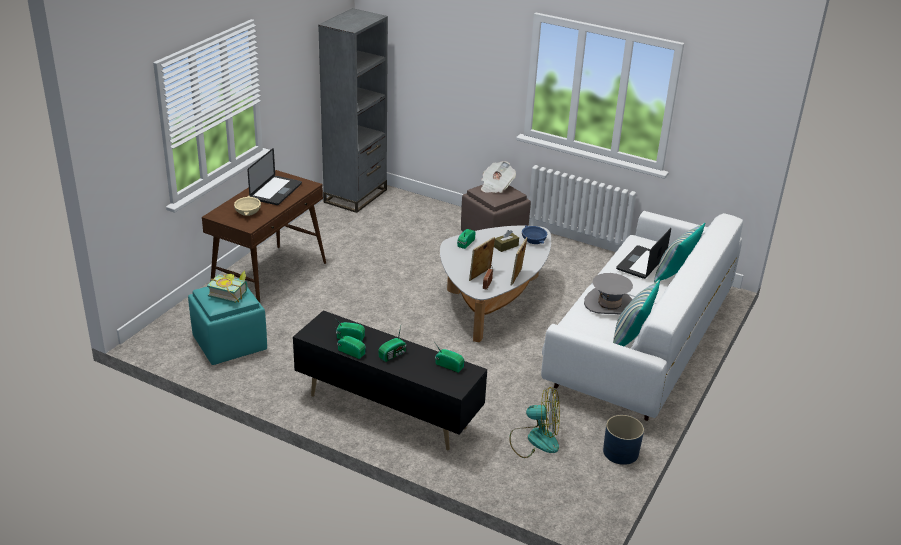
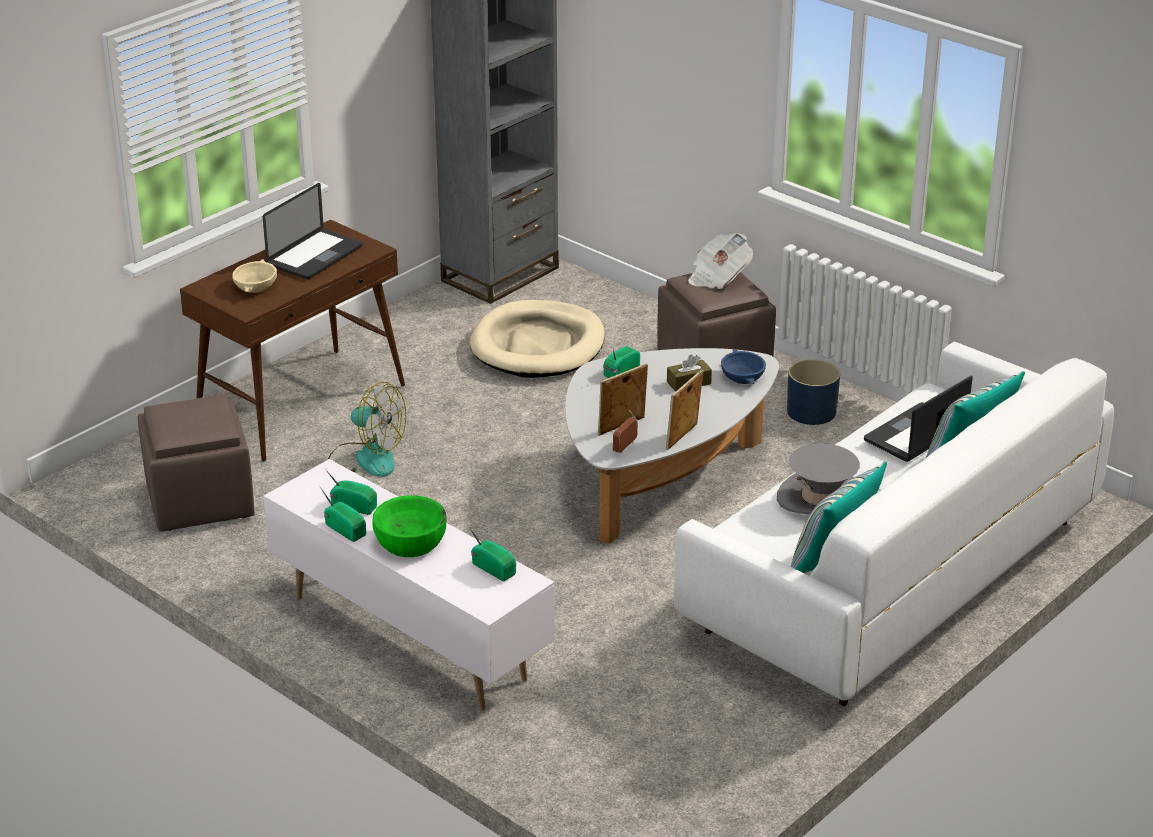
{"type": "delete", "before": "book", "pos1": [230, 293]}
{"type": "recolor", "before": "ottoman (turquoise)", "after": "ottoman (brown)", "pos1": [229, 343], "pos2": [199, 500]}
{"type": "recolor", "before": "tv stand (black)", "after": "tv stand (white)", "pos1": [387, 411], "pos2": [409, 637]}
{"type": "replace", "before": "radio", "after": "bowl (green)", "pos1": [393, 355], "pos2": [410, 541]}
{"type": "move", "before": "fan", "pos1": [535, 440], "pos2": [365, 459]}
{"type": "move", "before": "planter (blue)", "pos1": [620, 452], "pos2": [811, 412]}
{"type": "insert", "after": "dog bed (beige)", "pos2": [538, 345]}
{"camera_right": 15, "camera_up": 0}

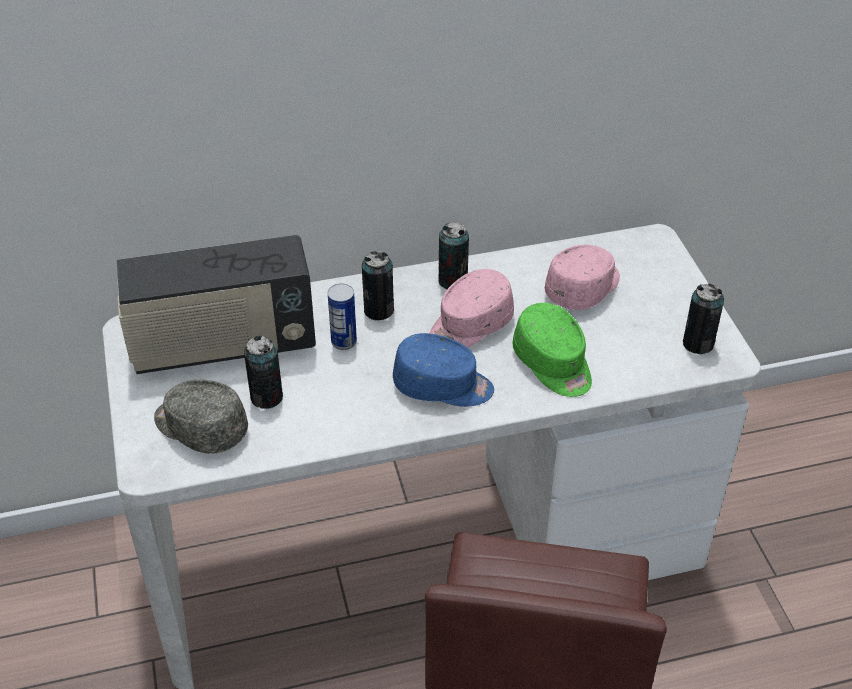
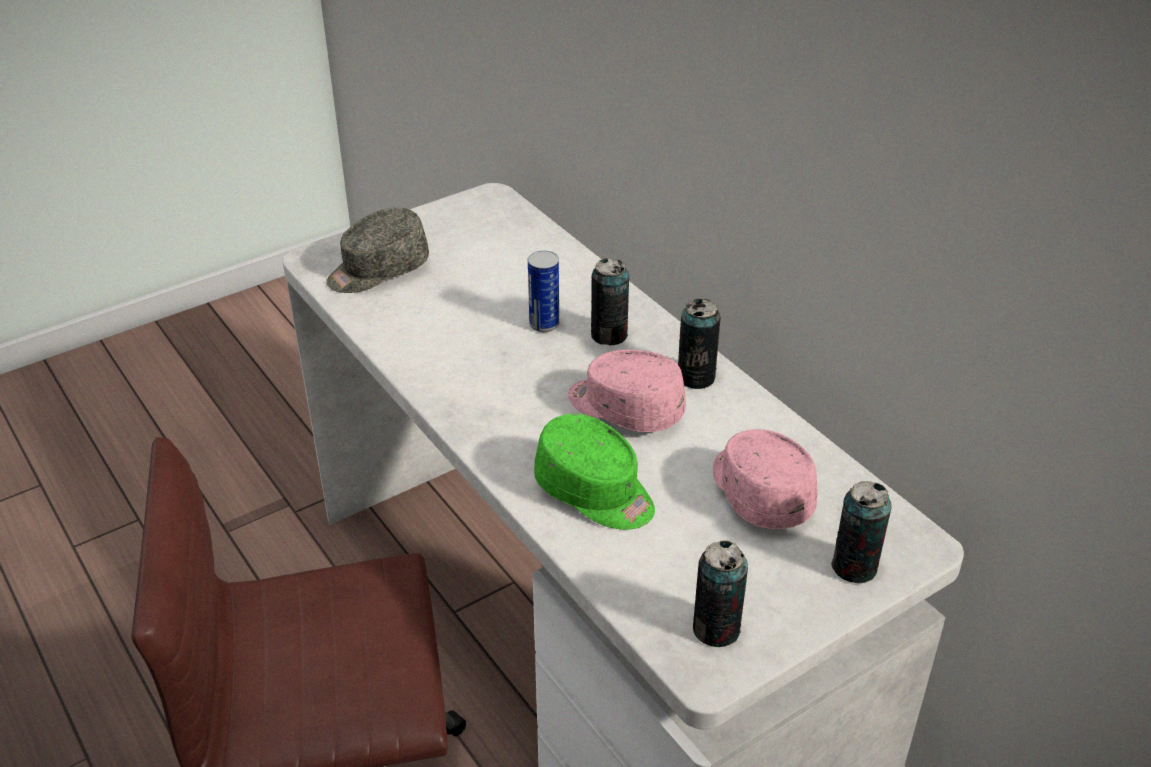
{"type": "delete", "before": "radio", "pos1": [223, 346]}
{"type": "rotate", "before": "cap (pink)", "pos1": [584, 288], "pos2": [759, 492], "turn": -135}
{"type": "rotate", "before": "cap (green)", "pos1": [553, 364], "pos2": [595, 492], "turn": -90}
{"type": "delete", "before": "cap (blue)", "pos1": [443, 386]}
{"type": "move", "before": "can", "pos1": [266, 397], "pos2": [854, 567]}
{"type": "rotate", "before": "cap (grey)", "pos1": [200, 427], "pos2": [377, 270], "turn": -135}
{"camera_right": 70, "camera_up": -5}

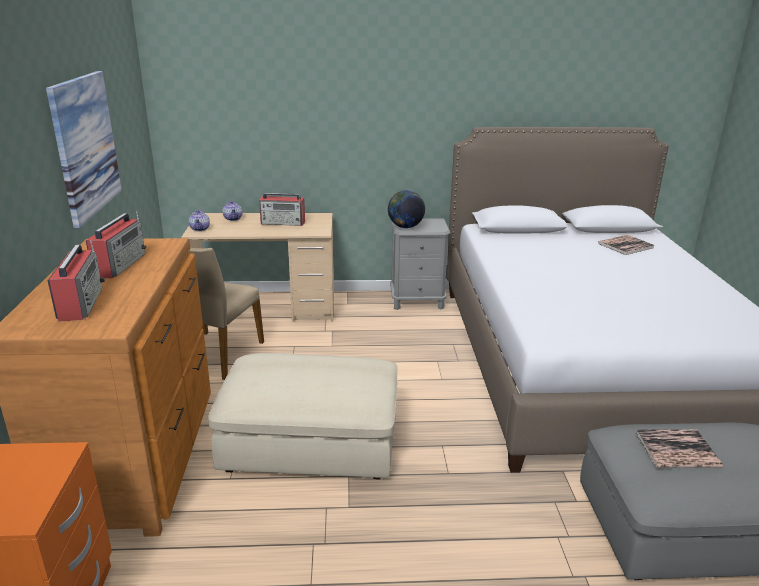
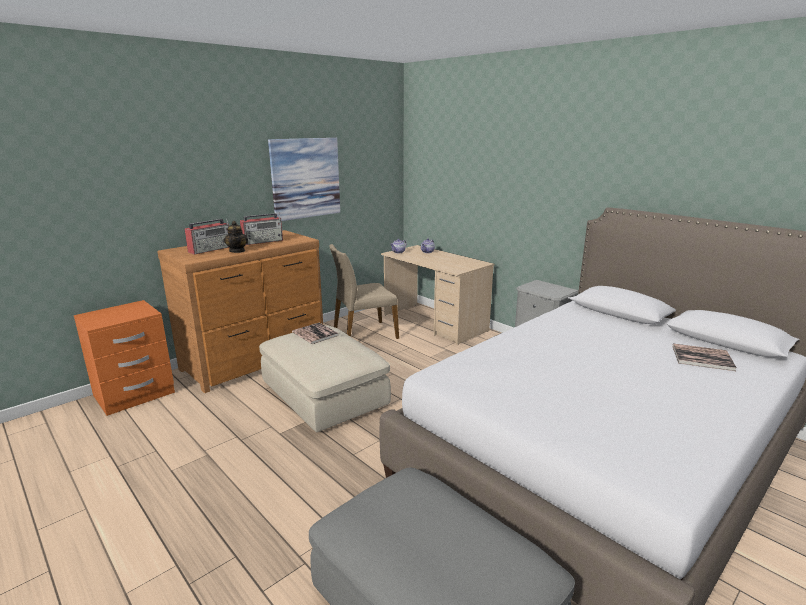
{"type": "delete", "before": "globe", "pos1": [405, 227]}
{"type": "delete", "before": "radio", "pos1": [283, 223]}
{"type": "move", "before": "book", "pos1": [677, 450], "pos2": [315, 334]}
{"type": "insert", "after": "teapot", "pos2": [237, 251]}
{"camera_right": 50, "camera_up": -5}

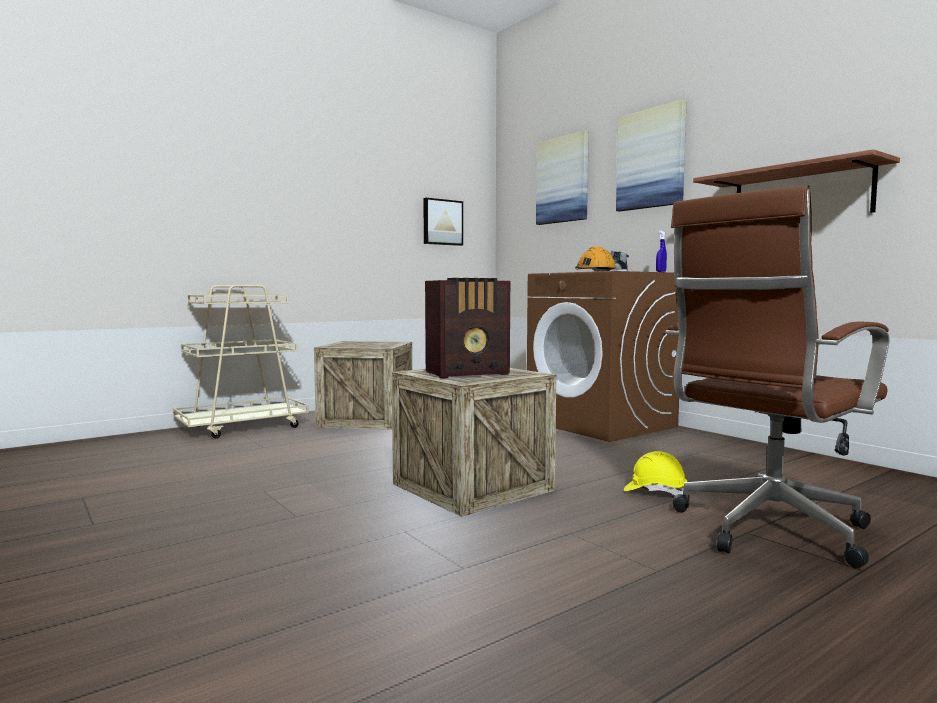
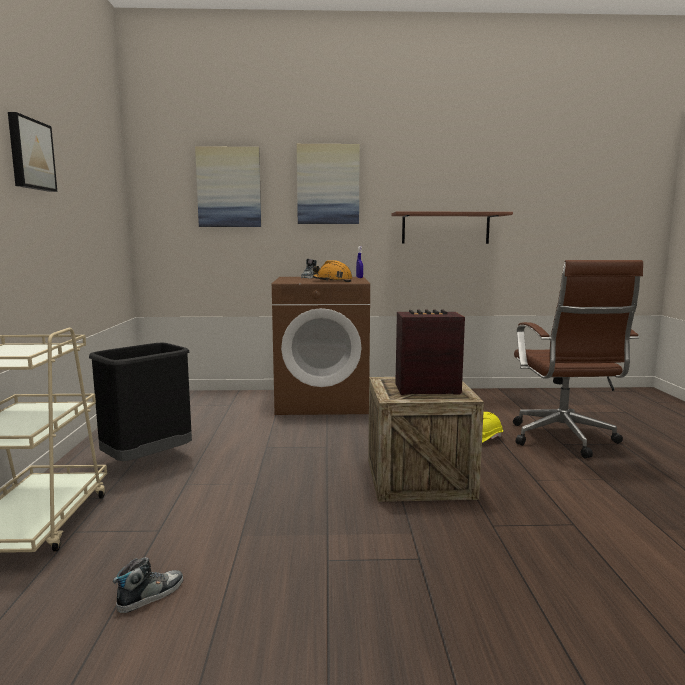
{"type": "move", "before": "picture", "pos1": [442, 222], "pos2": [30, 154]}
{"type": "rotate", "before": "radio", "pos1": [469, 373], "pos2": [425, 389], "turn": -105}
{"type": "replace", "before": "crate", "after": "trash can (black)", "pos1": [366, 420], "pos2": [147, 460]}
{"type": "insert", "after": "shoe", "pos2": [151, 595]}
{"camera_right": -55, "camera_up": 5}

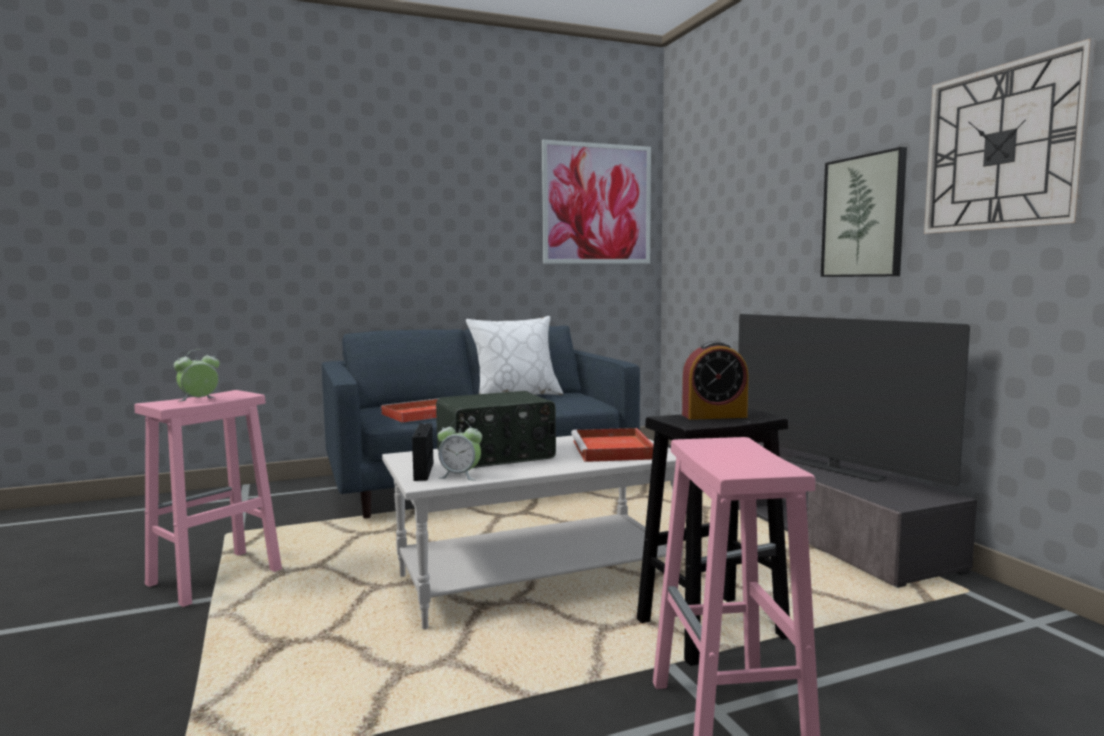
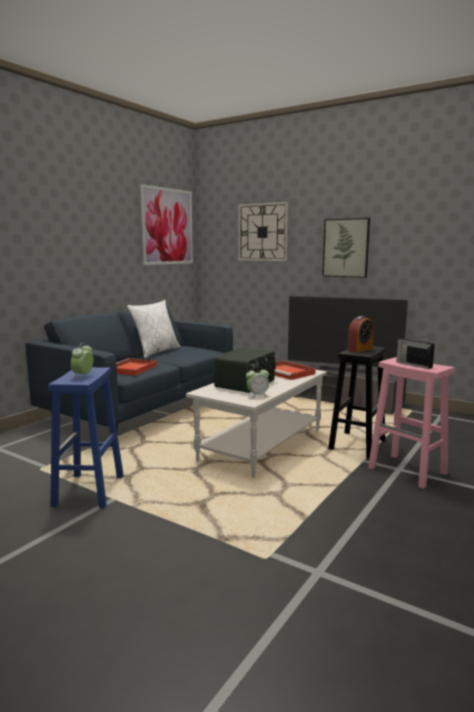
{"type": "move", "before": "wall clock", "pos1": [1002, 148], "pos2": [262, 232]}
{"type": "recolor", "before": "stool (pink)", "after": "stool (blue)", "pos1": [213, 578], "pos2": [89, 491]}
{"type": "move", "before": "radio", "pos1": [424, 471], "pos2": [413, 364]}
{"camera_right": -35, "camera_up": 5}

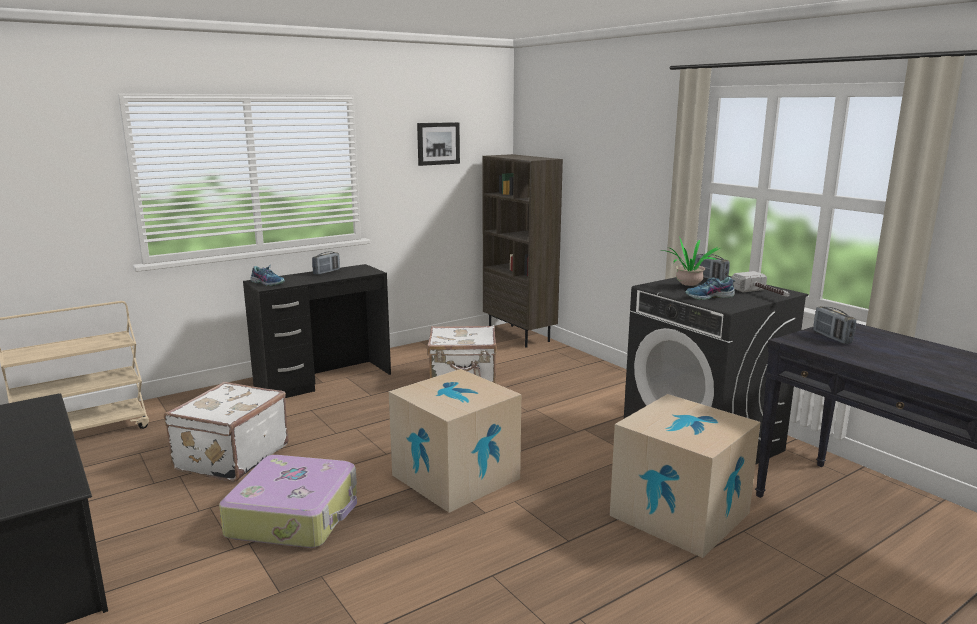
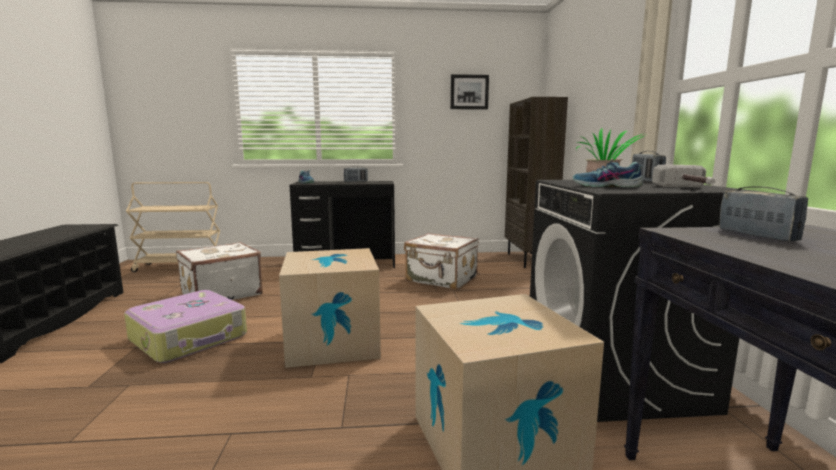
{"type": "rotate", "before": "radio", "pos1": [832, 337], "pos2": [757, 235], "turn": 150}
{"camera_right": 30, "camera_up": -5}

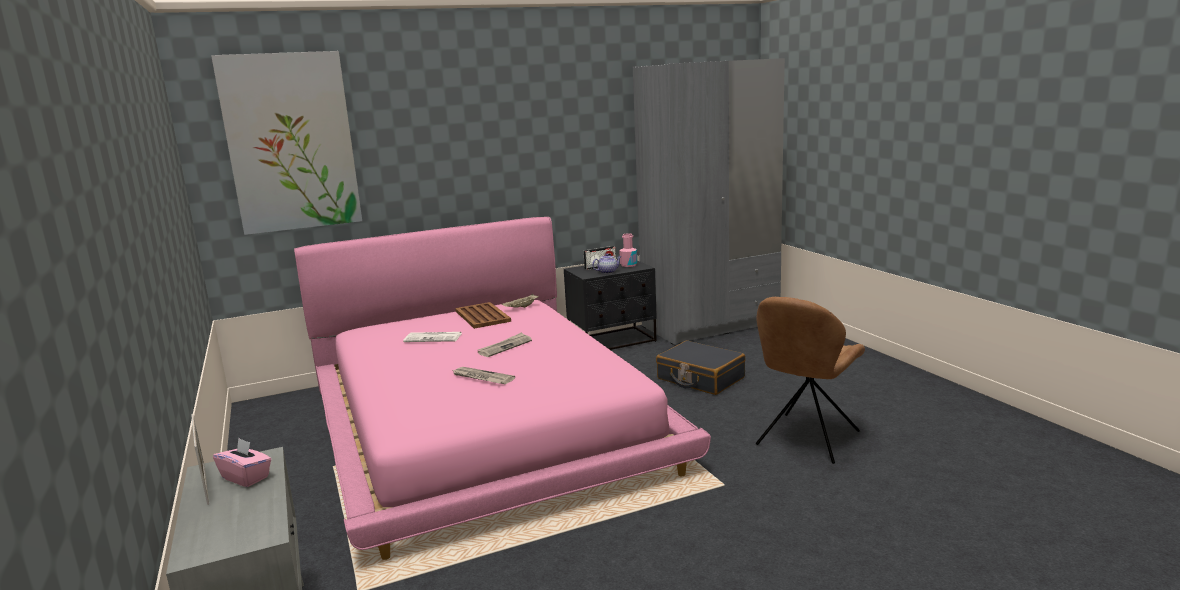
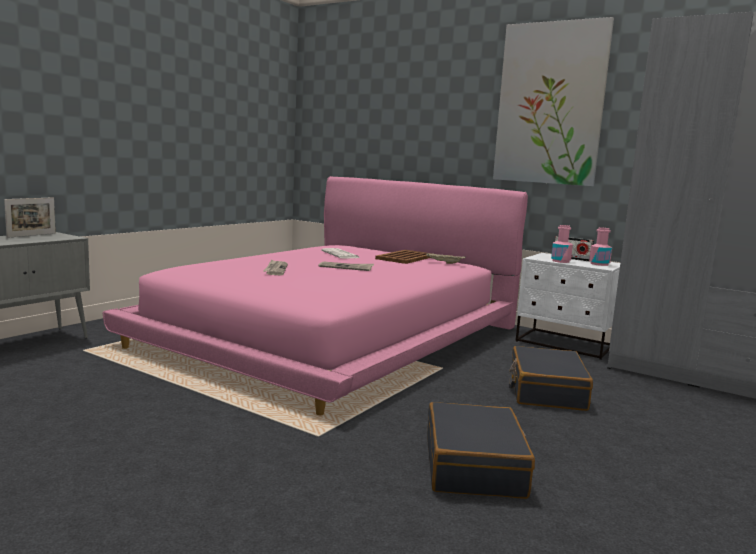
{"type": "move", "before": "picture", "pos1": [291, 142], "pos2": [550, 104]}
{"type": "replace", "before": "teapot", "after": "bottle (pink)", "pos1": [607, 272], "pos2": [560, 261]}
{"type": "recolor", "before": "nightstand (black)", "after": "nightstand (white)", "pos1": [613, 341], "pos2": [565, 344]}
{"type": "replace", "before": "chair (brown)", "after": "suitcase (black)", "pos1": [806, 440], "pos2": [474, 466]}
{"type": "delete", "before": "tissue box (pink)", "pos1": [246, 477]}
{"camera_right": 55, "camera_up": -5}

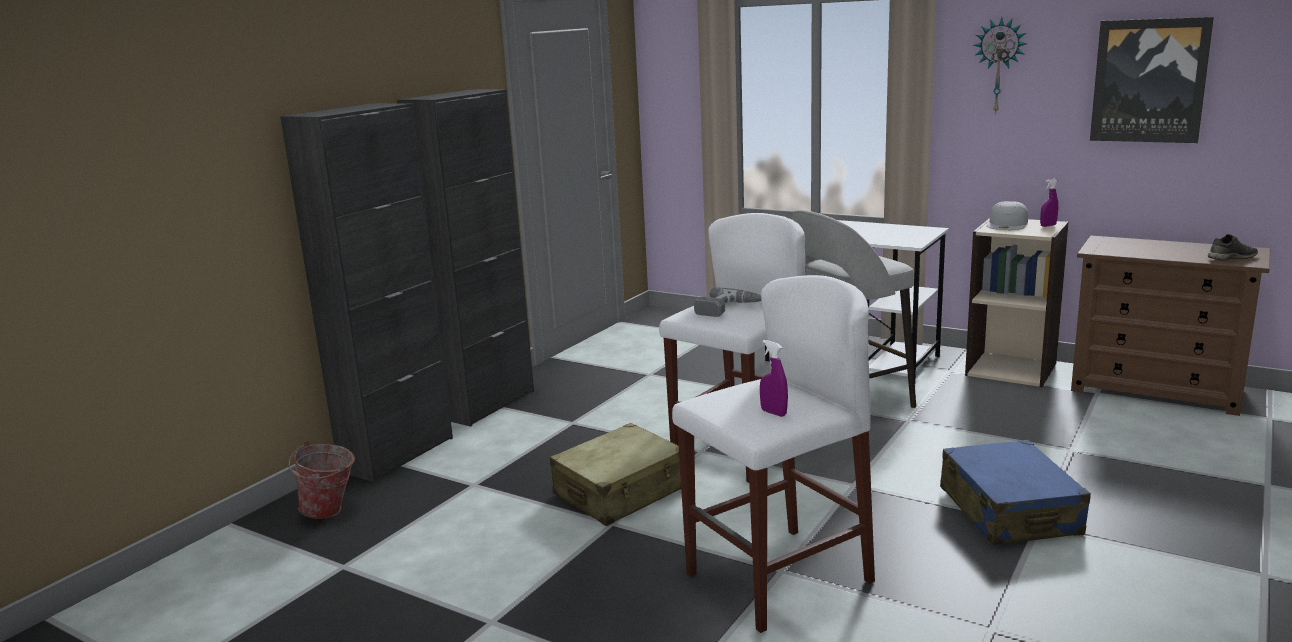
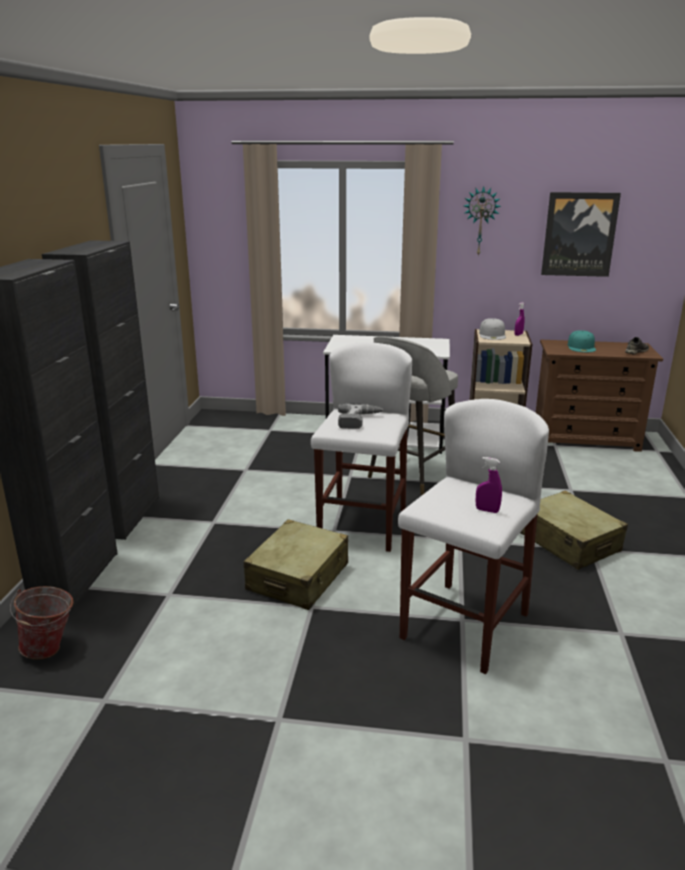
{"type": "recolor", "before": "suitcase (blue)", "after": "suitcase (beige)", "pos1": [1009, 511], "pos2": [568, 542]}
{"type": "insert", "after": "cap (turquoise)", "pos2": [581, 347]}
{"camera_right": -25, "camera_up": 5}

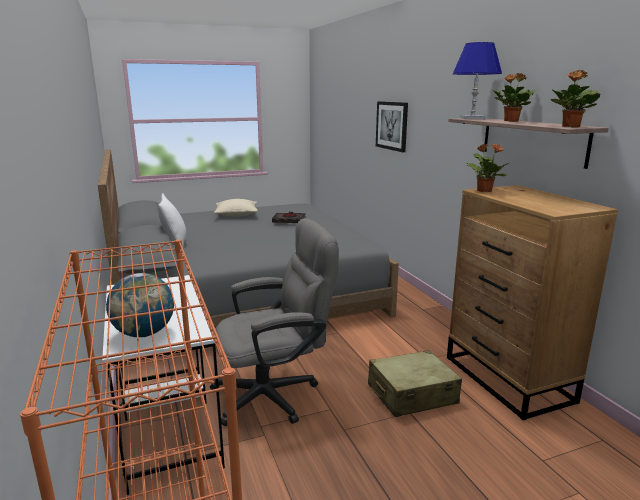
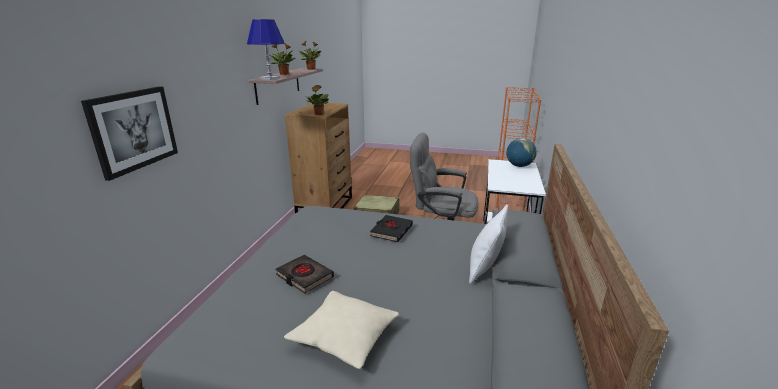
{"type": "insert", "after": "book (black)", "pos2": [391, 231]}
{"camera_right": -145, "camera_up": 5}

